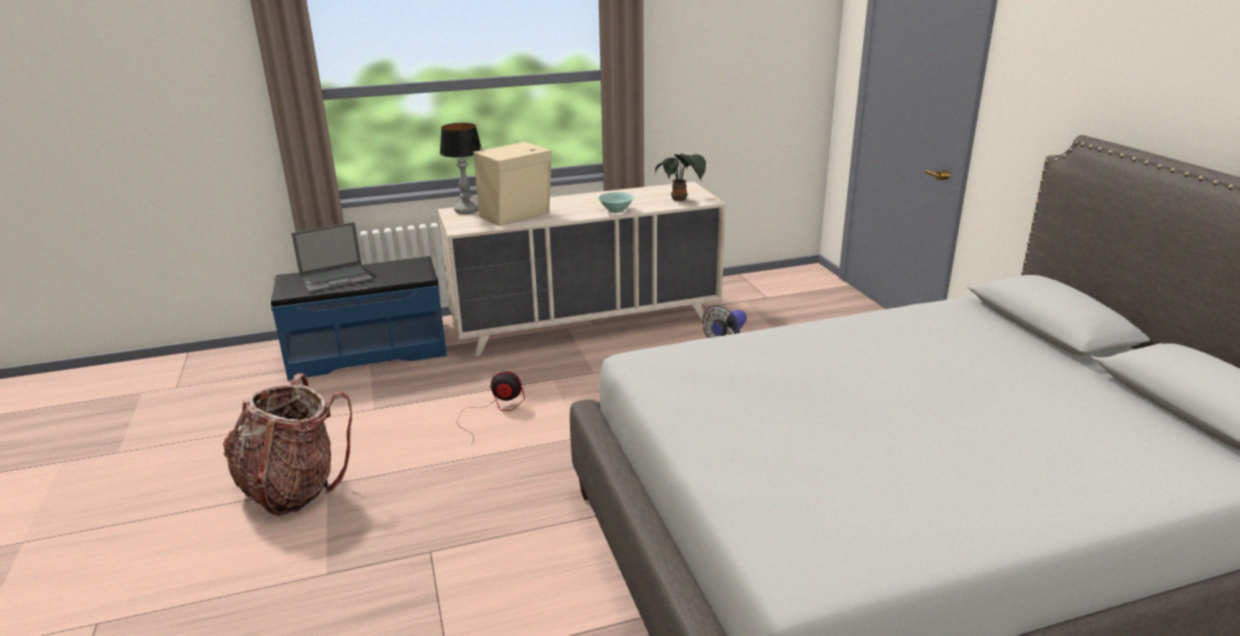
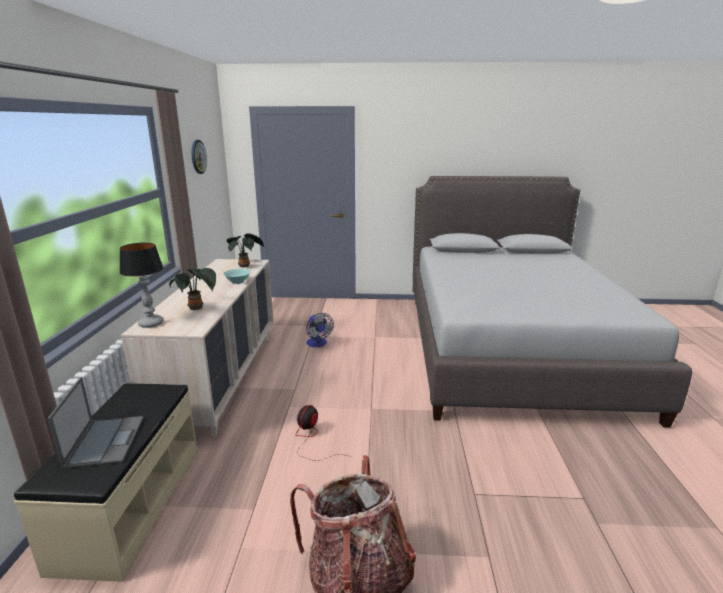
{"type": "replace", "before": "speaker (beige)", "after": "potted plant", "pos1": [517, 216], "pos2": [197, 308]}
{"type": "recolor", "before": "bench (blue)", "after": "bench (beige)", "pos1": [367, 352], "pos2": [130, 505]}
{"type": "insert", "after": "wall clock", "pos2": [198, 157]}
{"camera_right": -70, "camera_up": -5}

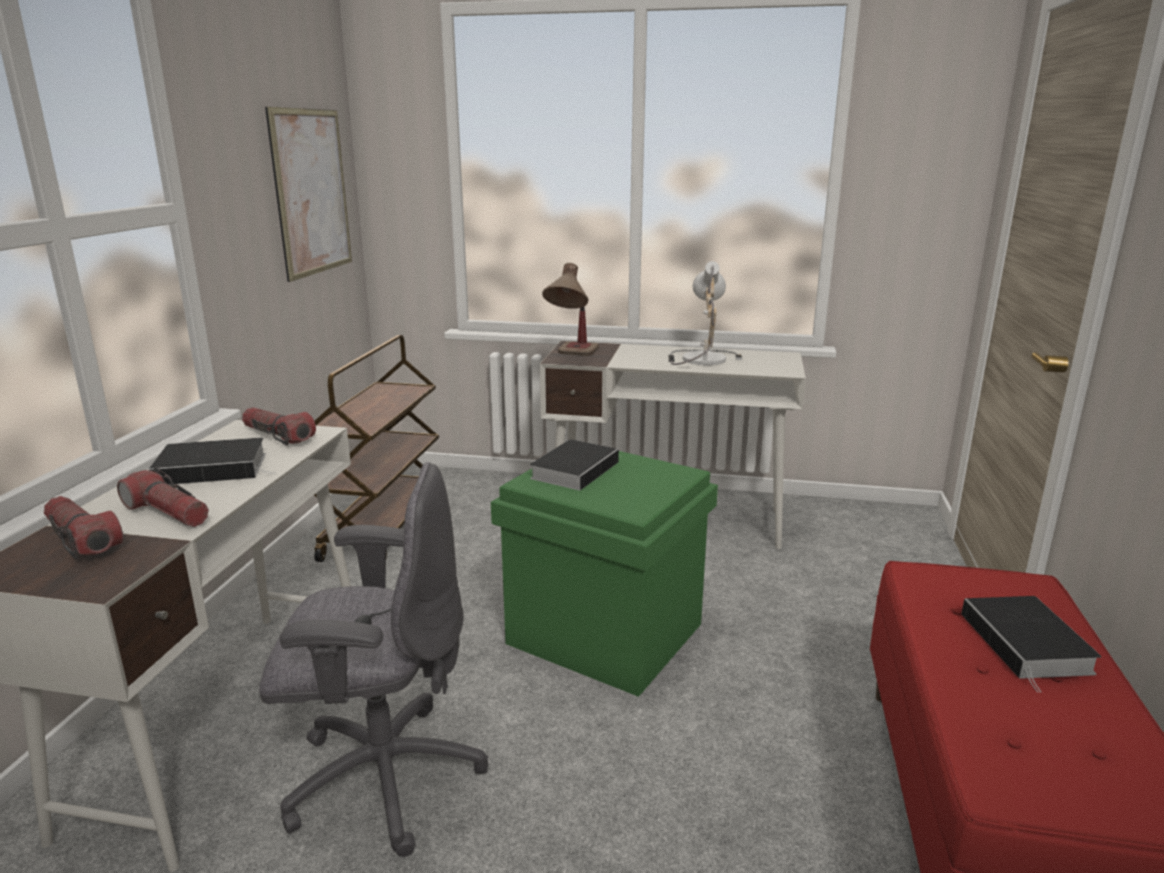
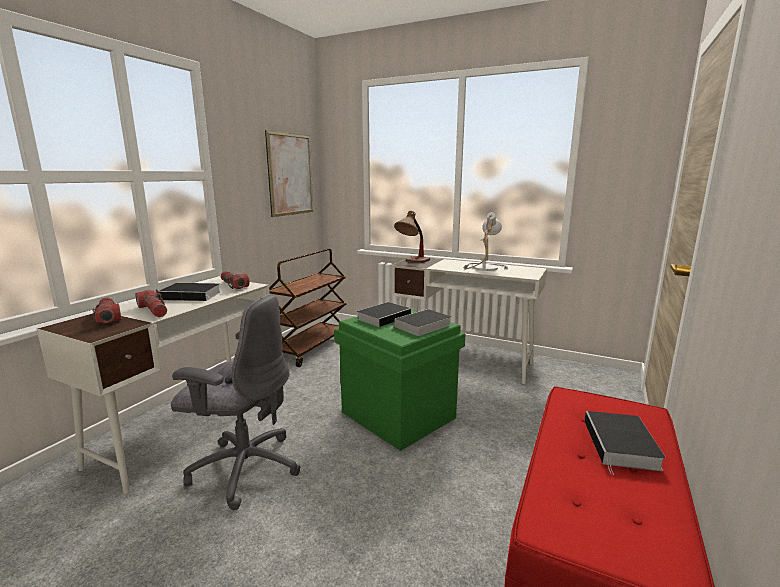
{"type": "insert", "after": "book", "pos2": [422, 326]}
{"camera_right": 15, "camera_up": -5}

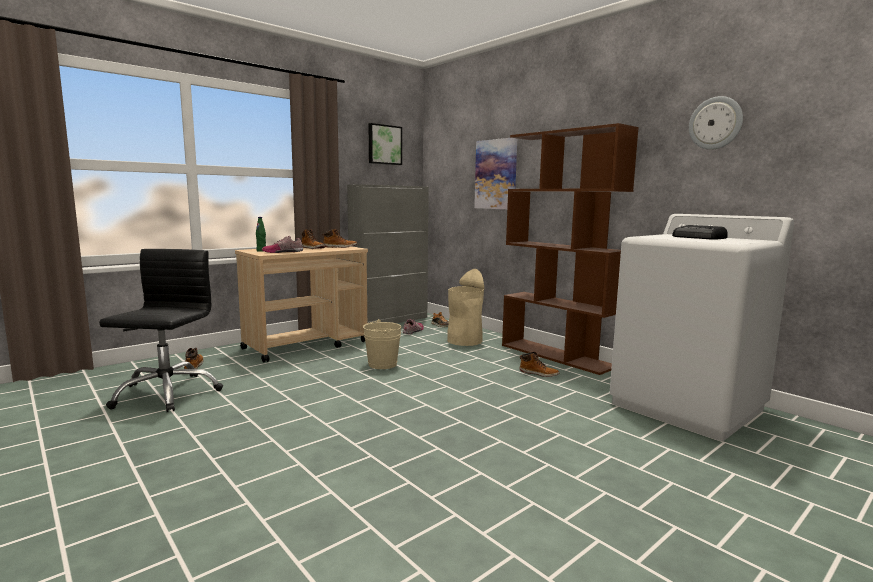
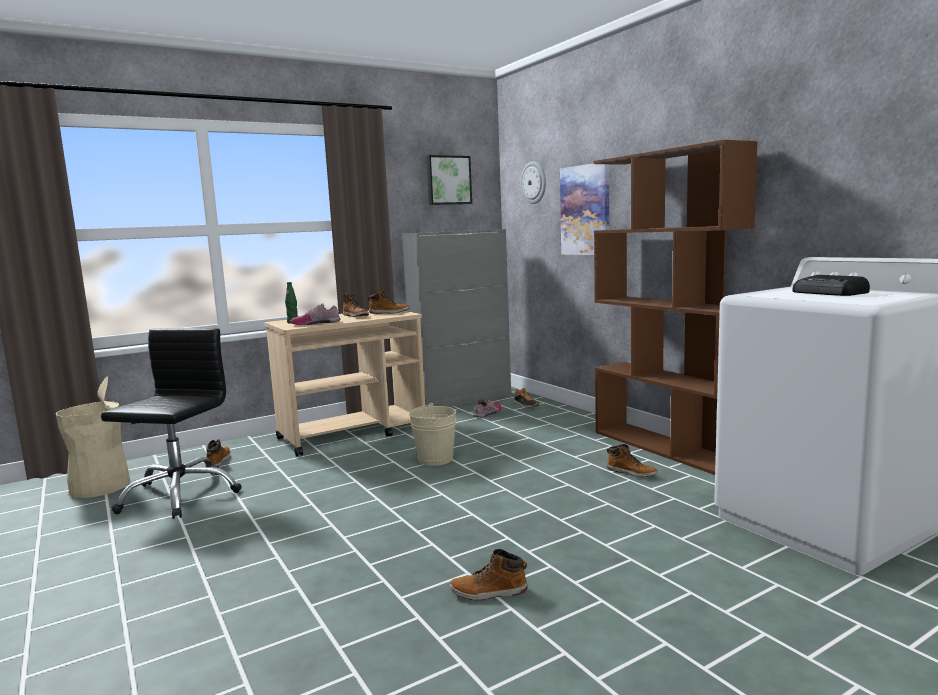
{"type": "move", "before": "wall clock", "pos1": [715, 123], "pos2": [534, 182]}
{"type": "move", "before": "trash can (beige)", "pos1": [464, 341], "pos2": [100, 487]}
{"type": "insert", "after": "boot", "pos2": [489, 592]}
{"camera_right": 10, "camera_up": 0}

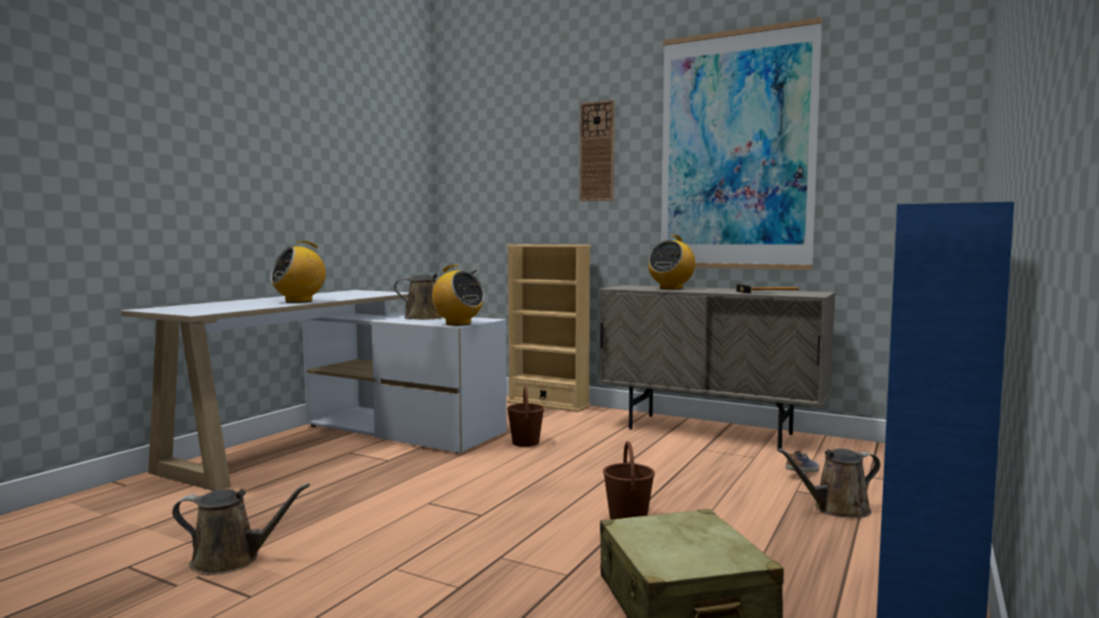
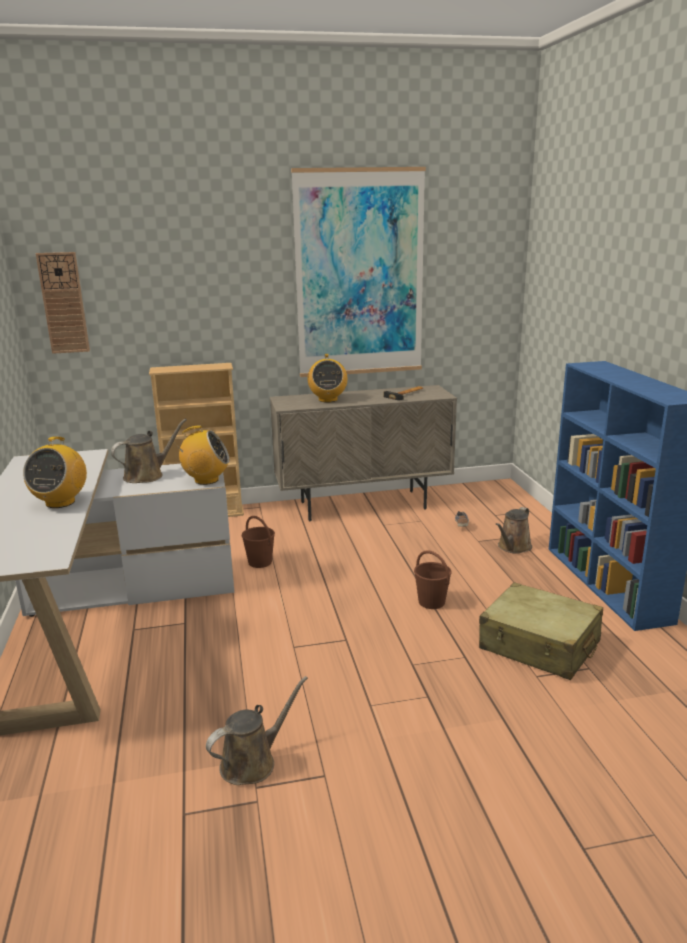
{"type": "move", "before": "wall clock", "pos1": [597, 151], "pos2": [63, 303]}
{"camera_right": -40, "camera_up": 15}

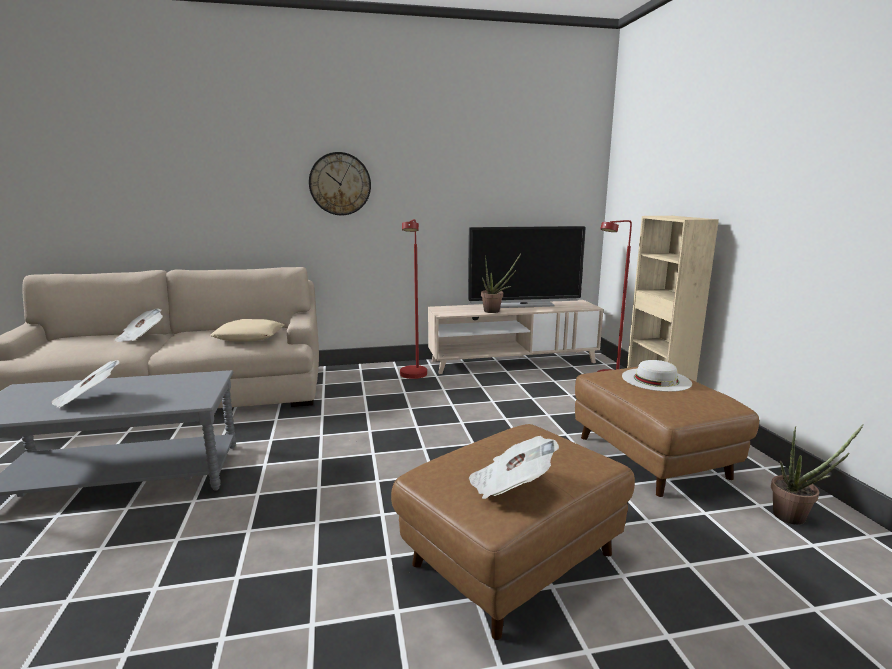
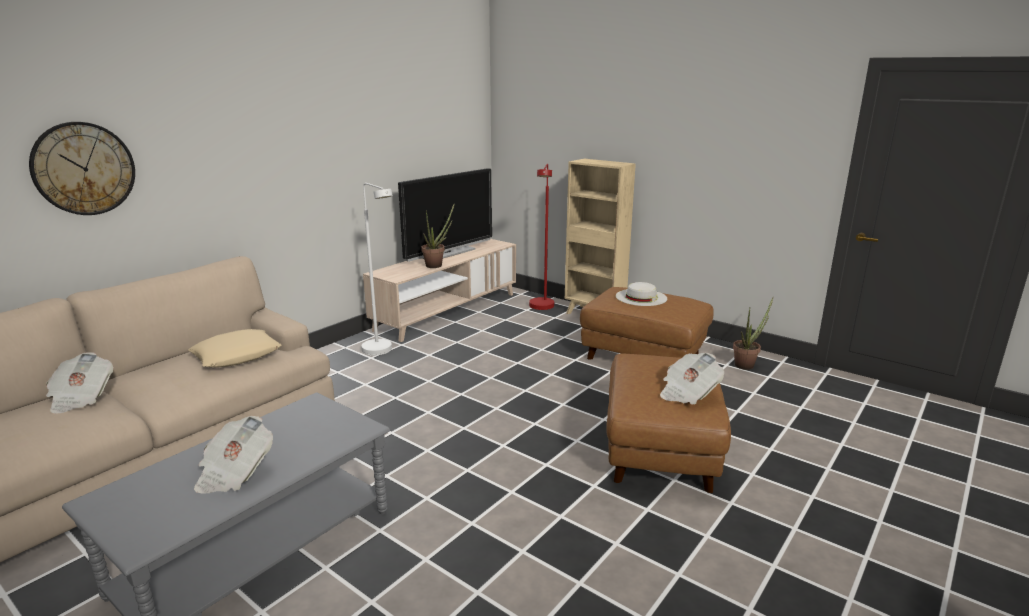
{"type": "move", "before": "wall clock", "pos1": [340, 184], "pos2": [84, 169]}
{"type": "recolor", "before": "floor lamp (red)", "after": "floor lamp (white)", "pos1": [413, 377], "pos2": [381, 352]}
{"camera_right": -40, "camera_up": 5}

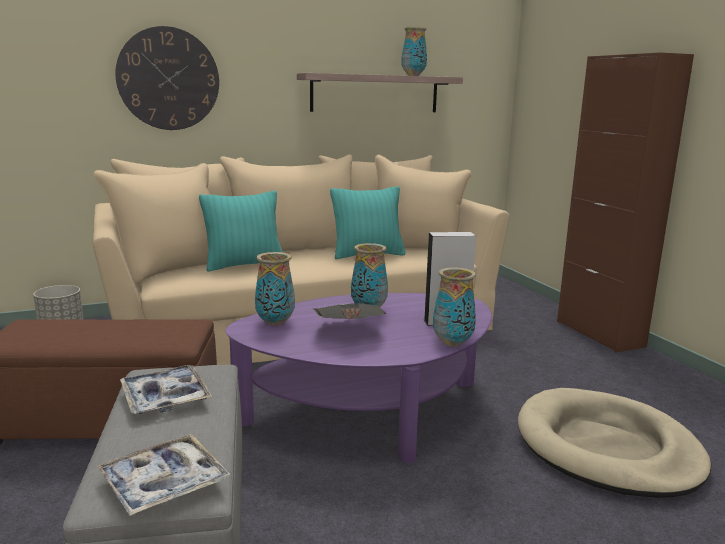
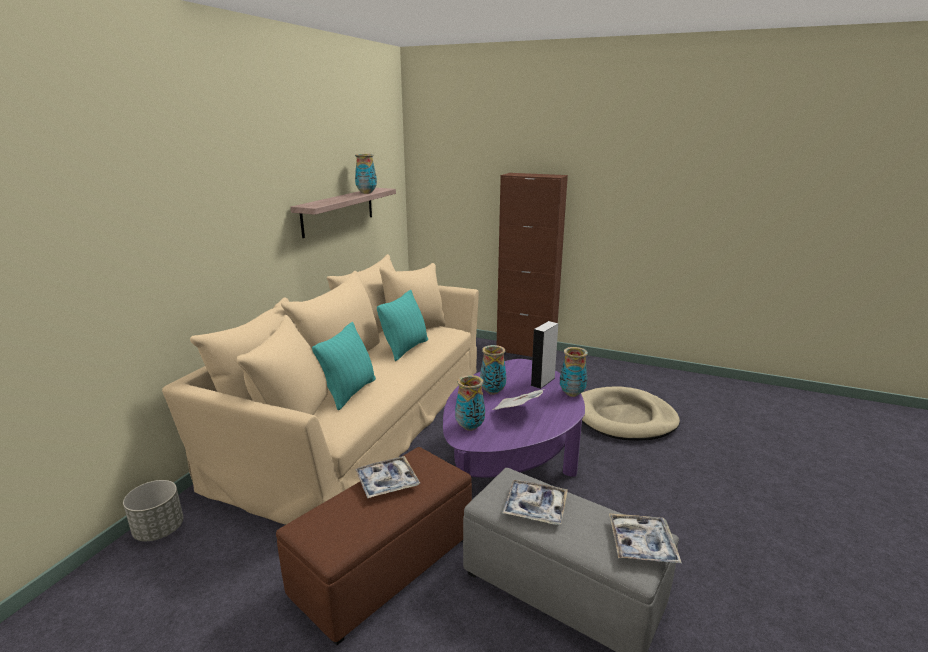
{"type": "delete", "before": "wall clock", "pos1": [168, 79]}
{"type": "insert", "after": "tray", "pos2": [387, 482]}
{"camera_right": -45, "camera_up": 5}

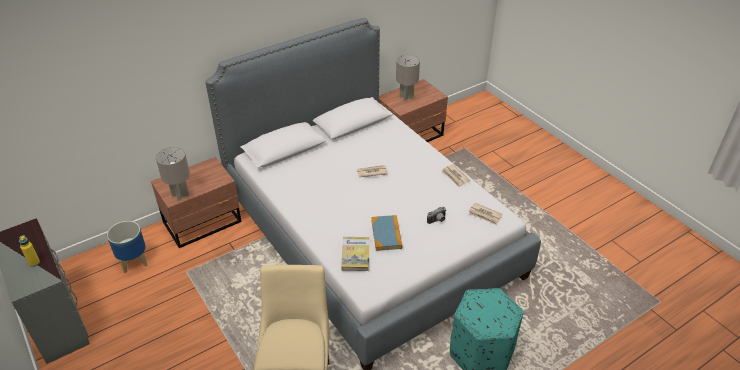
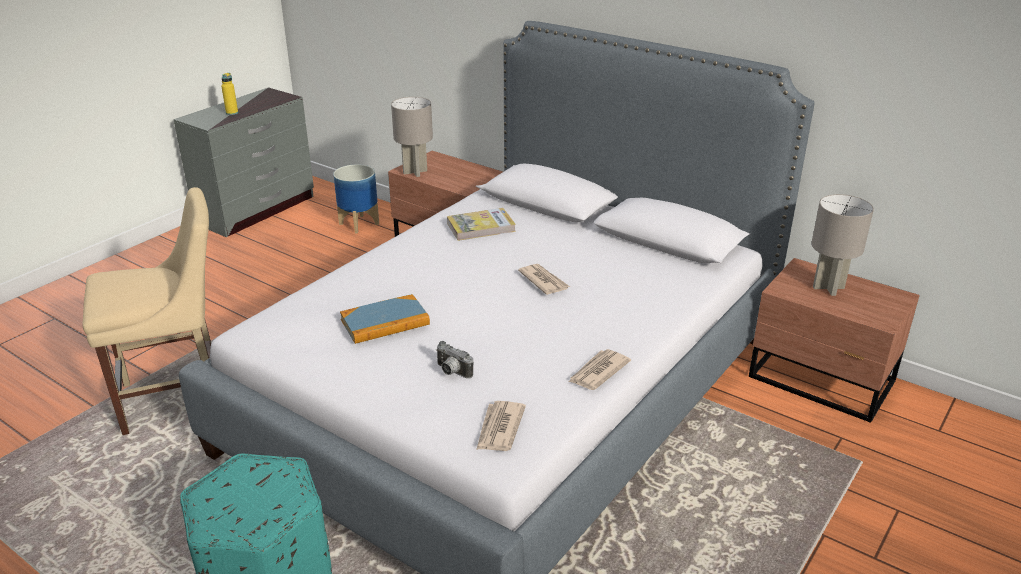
{"type": "move", "before": "book", "pos1": [355, 255], "pos2": [481, 227]}
{"camera_right": 70, "camera_up": -10}

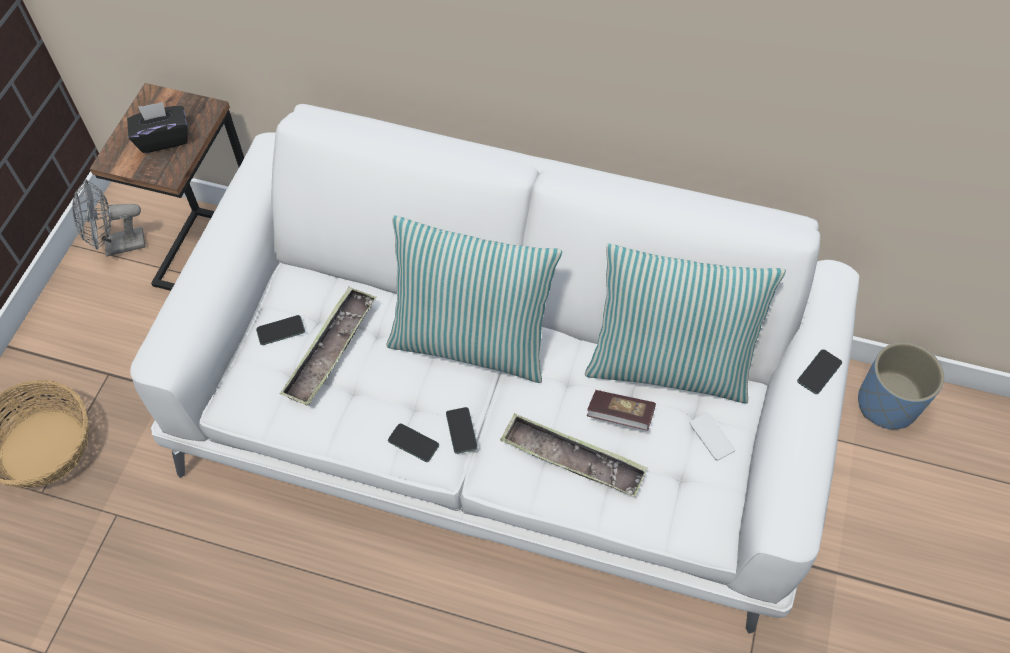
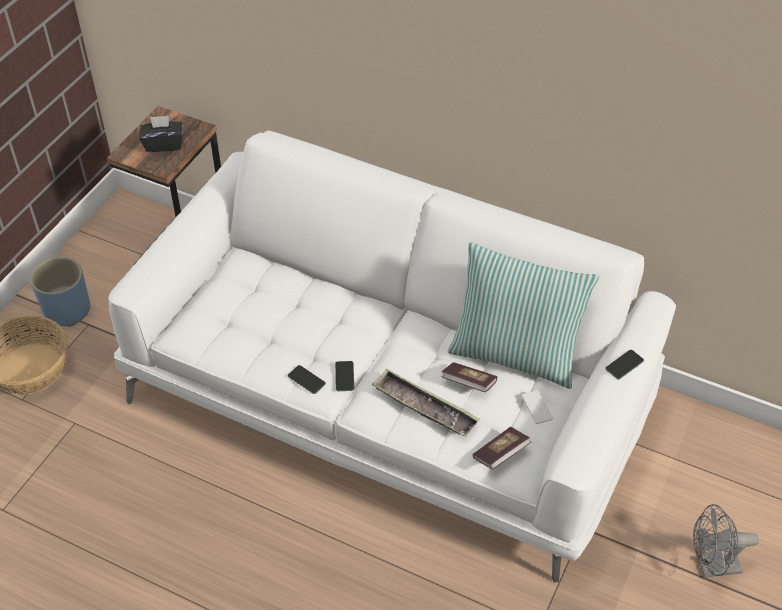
{"type": "move", "before": "fan (grey)", "pos1": [118, 246], "pos2": [712, 567]}
{"type": "delete", "before": "pillow", "pos1": [471, 341]}
{"type": "delete", "before": "tray", "pos1": [330, 350]}
{"type": "delete", "before": "phone", "pos1": [280, 330]}
{"type": "move", "before": "planter (blue)", "pos1": [887, 404], "pos2": [67, 310]}
{"type": "insert", "after": "book", "pos2": [500, 454]}
{"camera_right": 10, "camera_up": -10}

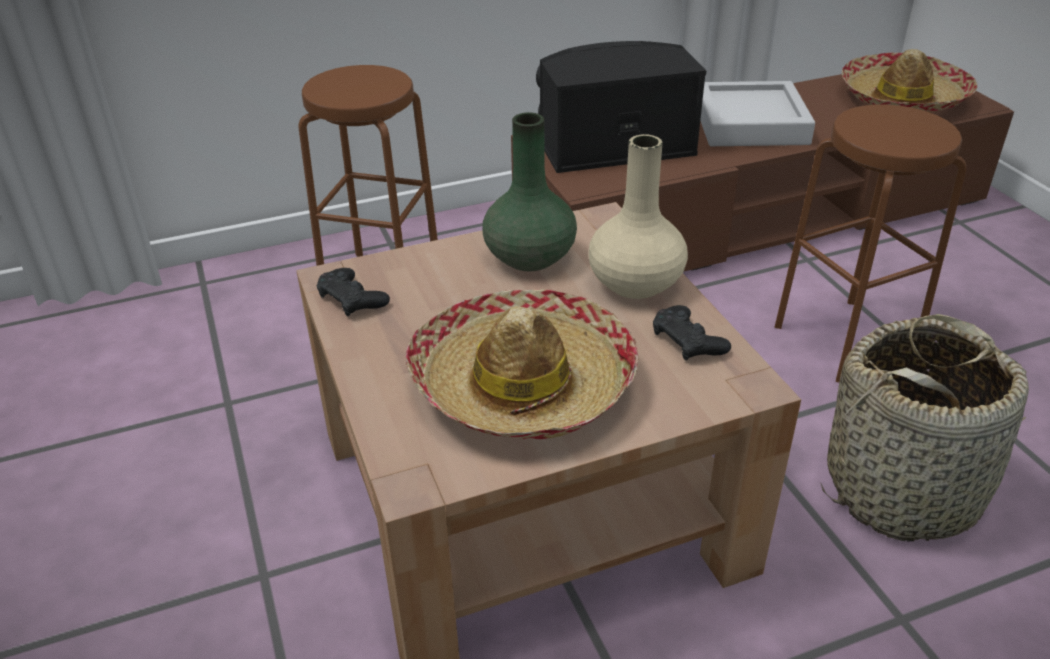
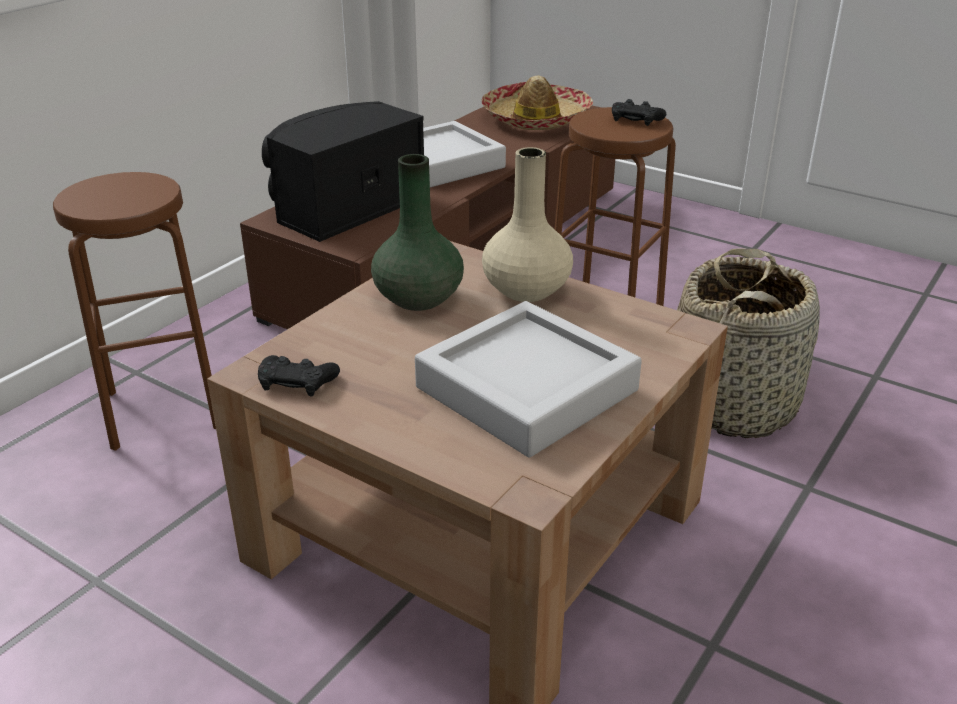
{"type": "replace", "before": "hat", "after": "tray (grey)", "pos1": [523, 383], "pos2": [526, 389]}
{"type": "move", "before": "game controller (black)", "pos1": [688, 341], "pos2": [636, 120]}
{"camera_right": -35, "camera_up": -5}

